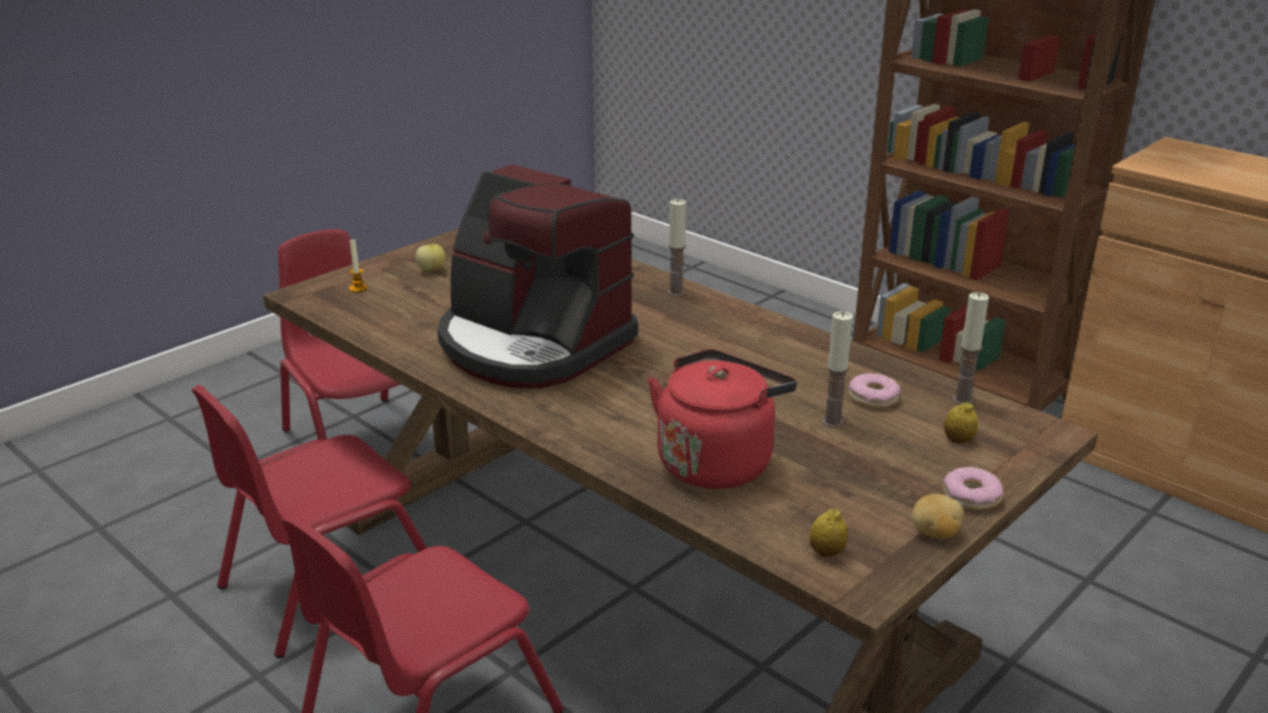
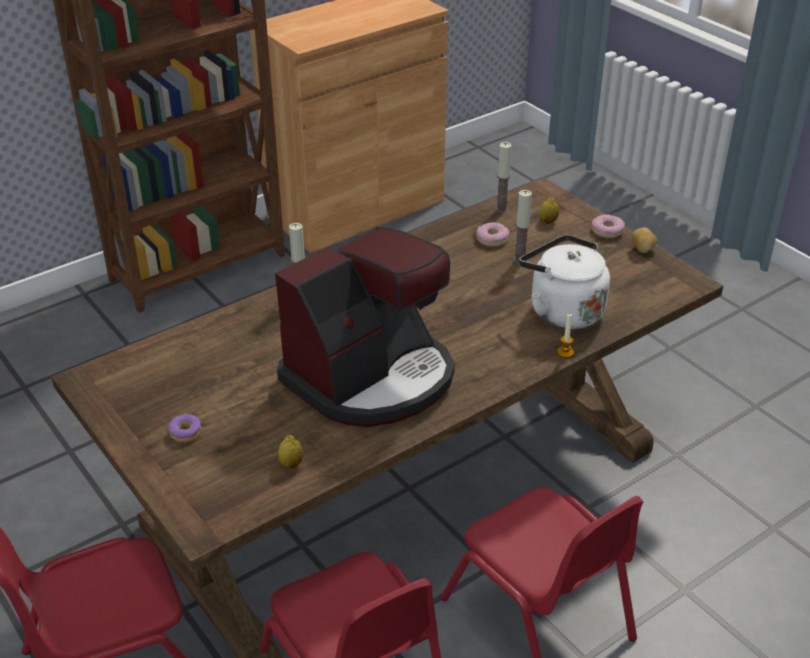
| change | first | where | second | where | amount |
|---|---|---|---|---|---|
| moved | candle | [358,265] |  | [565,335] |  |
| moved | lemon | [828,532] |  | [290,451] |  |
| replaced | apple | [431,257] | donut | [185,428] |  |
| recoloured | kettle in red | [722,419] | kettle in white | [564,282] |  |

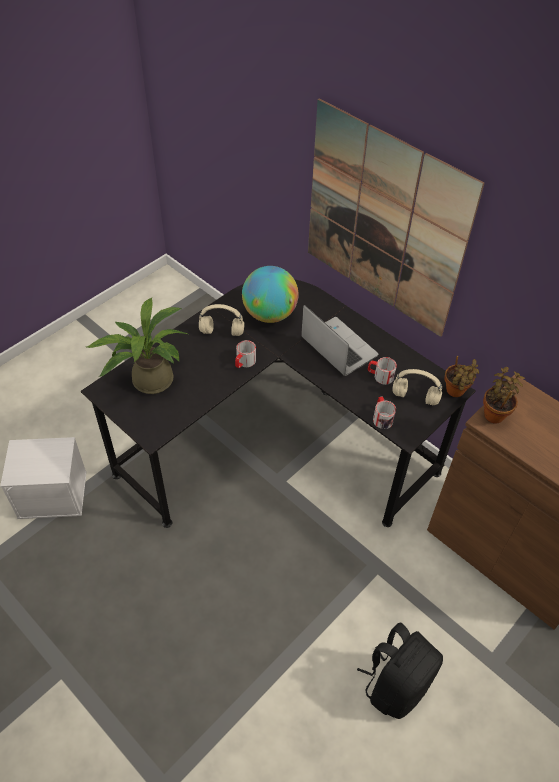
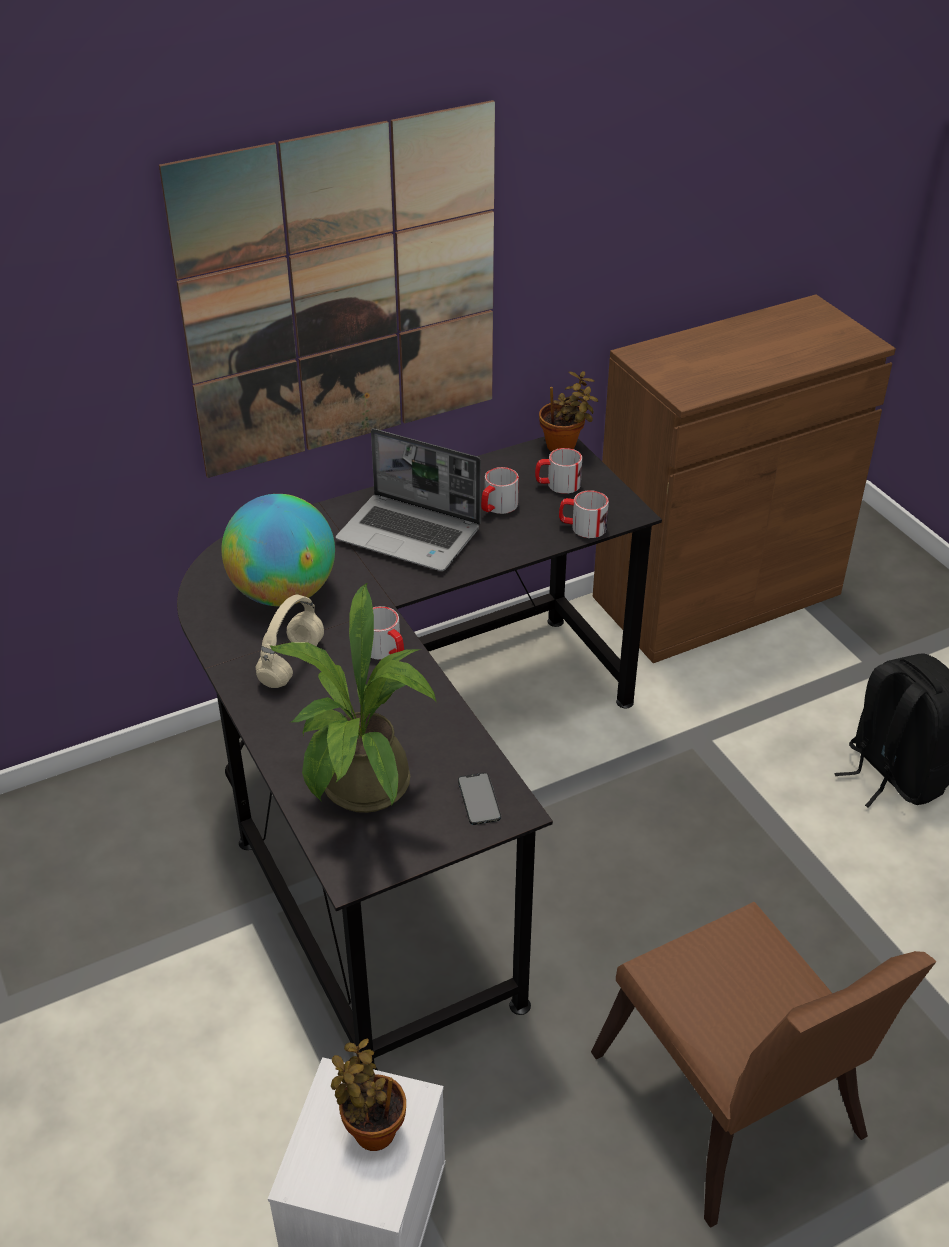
| change | first | where | second | where | amount |
|---|---|---|---|---|---|
| added |  |  | phone | [479,798] |  |
| added |  |  | chair in brown | [763,1065] |  |
| moved | potted plant | [504,395] |  | [368,1095] |  |
| replaced | headphones in beige | [417,387] | mug | [558,471] |  |
| turned | laptop | [340,340] |  | [408,500] | 135 degrees counterclockwise |

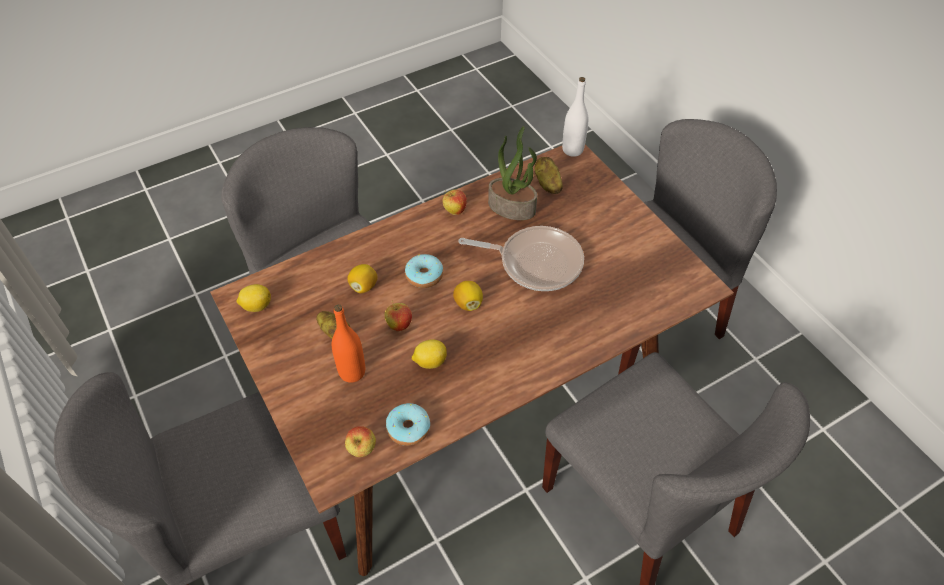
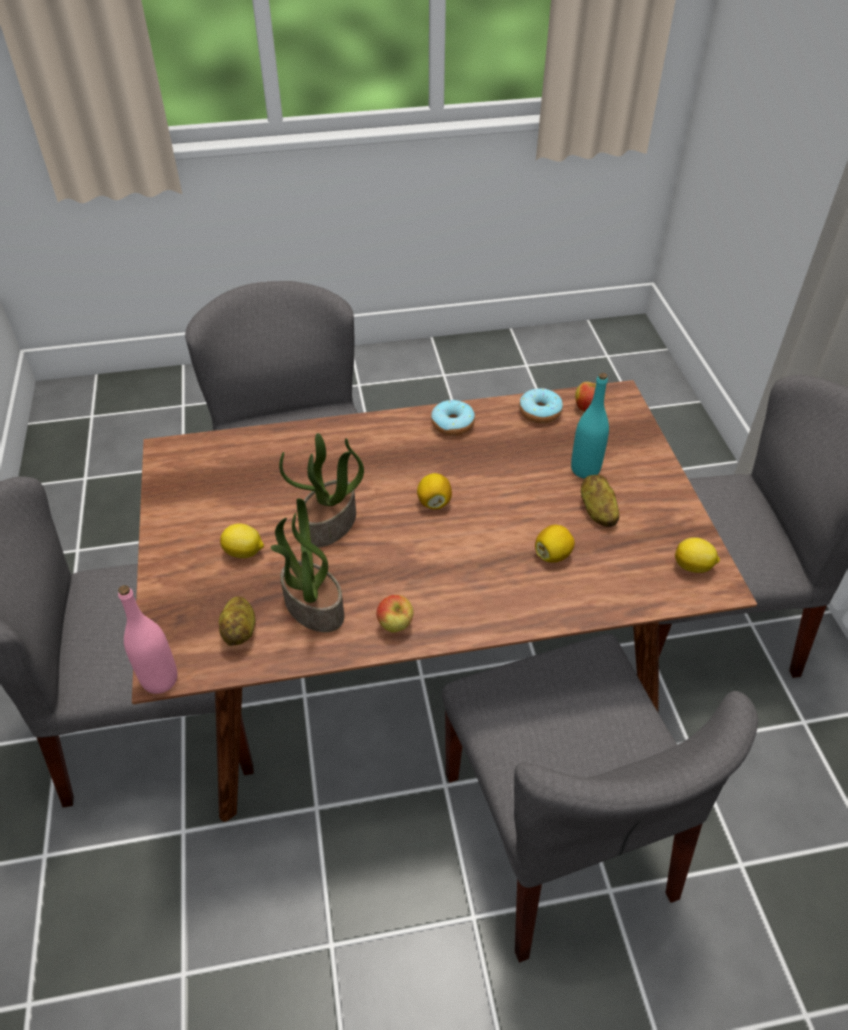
| change | first | where | second | where | amount |
|---|---|---|---|---|---|
| removed | apple | [398,316] |  |  |  |
| moved | donut | [424,271] |  | [453,418] |  |
| moved | lemon | [429,354] |  | [242,540] |  |
| replaced | frying pan | [521,258] | potted plant | [321,490] |  |
| recoloured | bottle in orange | [348,343] | bottle in turquoise | [590,426] |  |
| recoloured | bottle in white | [575,117] | bottle in pink | [148,639] |  |

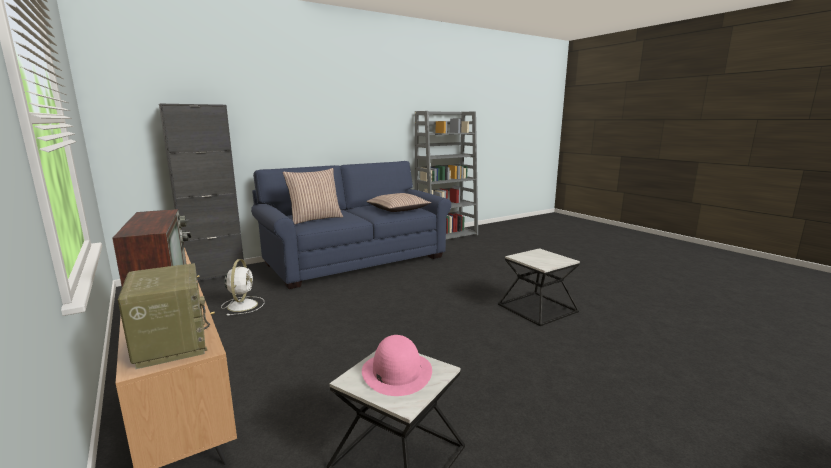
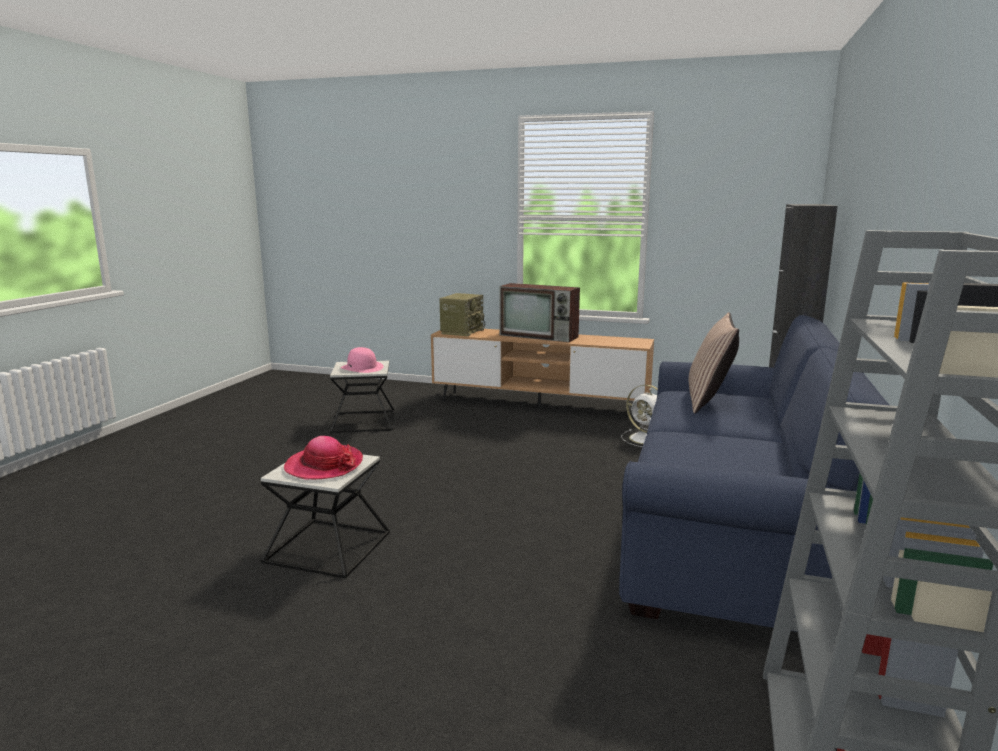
| change | first | where | second | where | amount |
|---|---|---|---|---|---|
| removed | pillow | [398,202] |  |  |  |
| added |  |  | hat | [323,458] |  |
| turned | radio | [164,316] |  | [462,314] | 90 degrees counterclockwise |

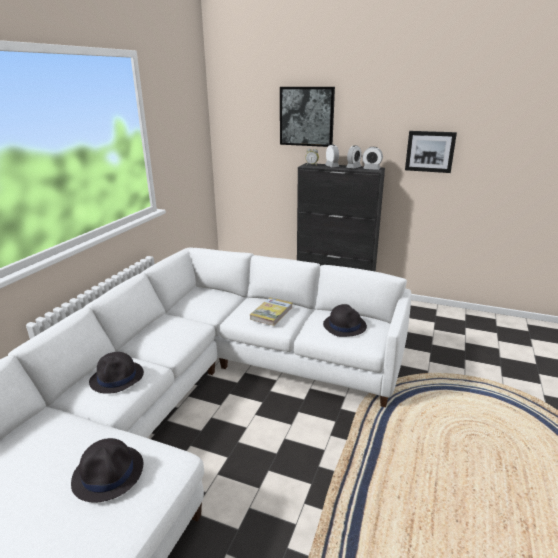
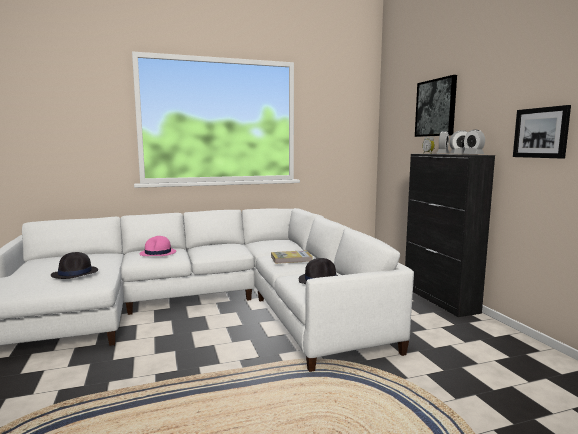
| change | first | where | second | where | amount |
|---|---|---|---|---|---|
| recoloured | hat in black | [116,373] | hat in pink | [157,246] |  |

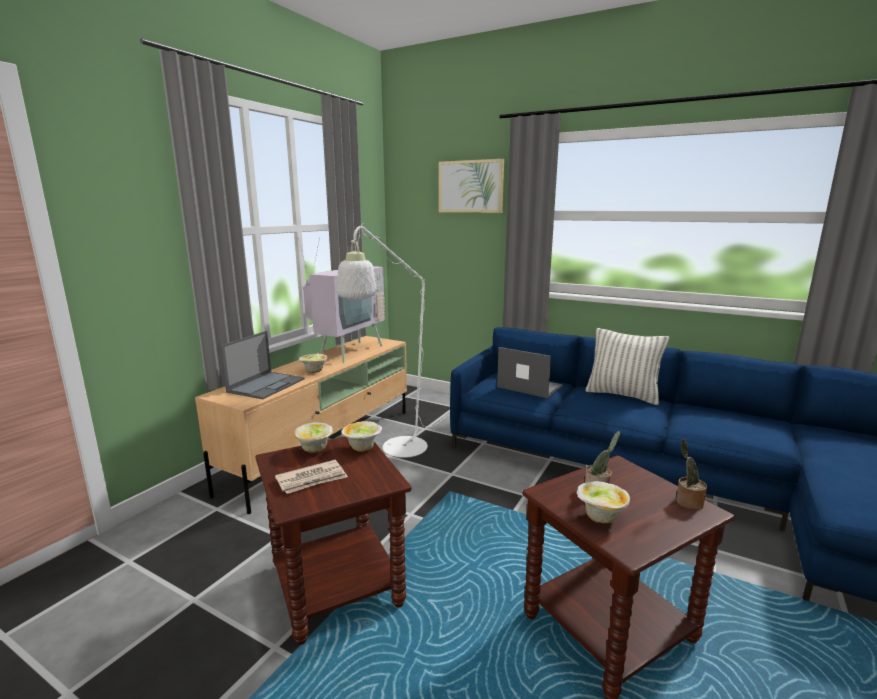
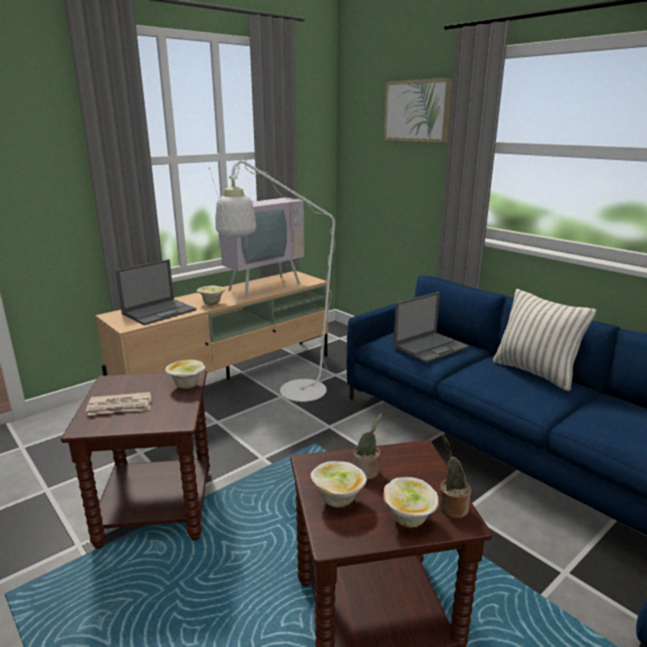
| change | first | where | second | where | amount |
|---|---|---|---|---|---|
| moved | bowl | [314,437] |  | [411,502] |  |
| turned | laptop | [530,372] |  | [431,327] | 90 degrees clockwise |

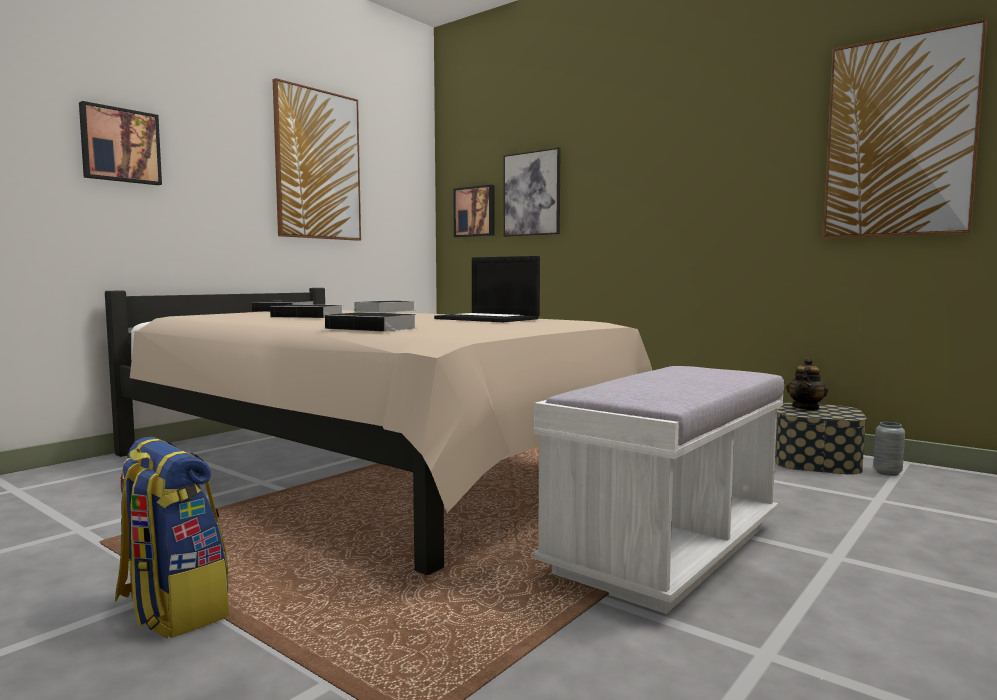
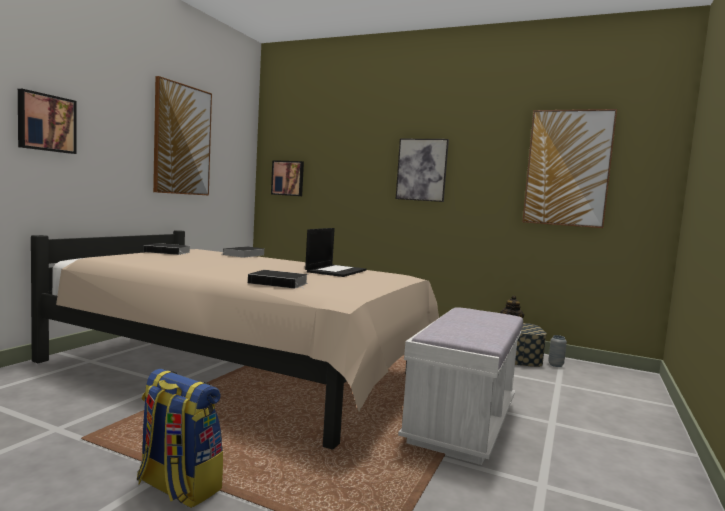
| change | first | where | second | where | amount |
|---|---|---|---|---|---|
| removed | book | [306,311] |  |  |  |
| moved | picture | [532,192] |  | [422,170] |  |
| turned | laptop | [487,289] |  | [335,252] | 90 degrees counterclockwise |

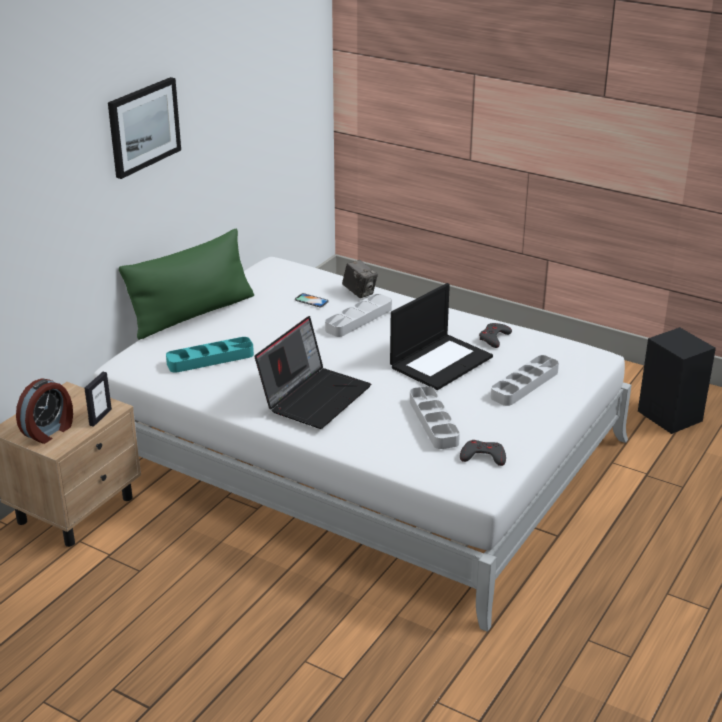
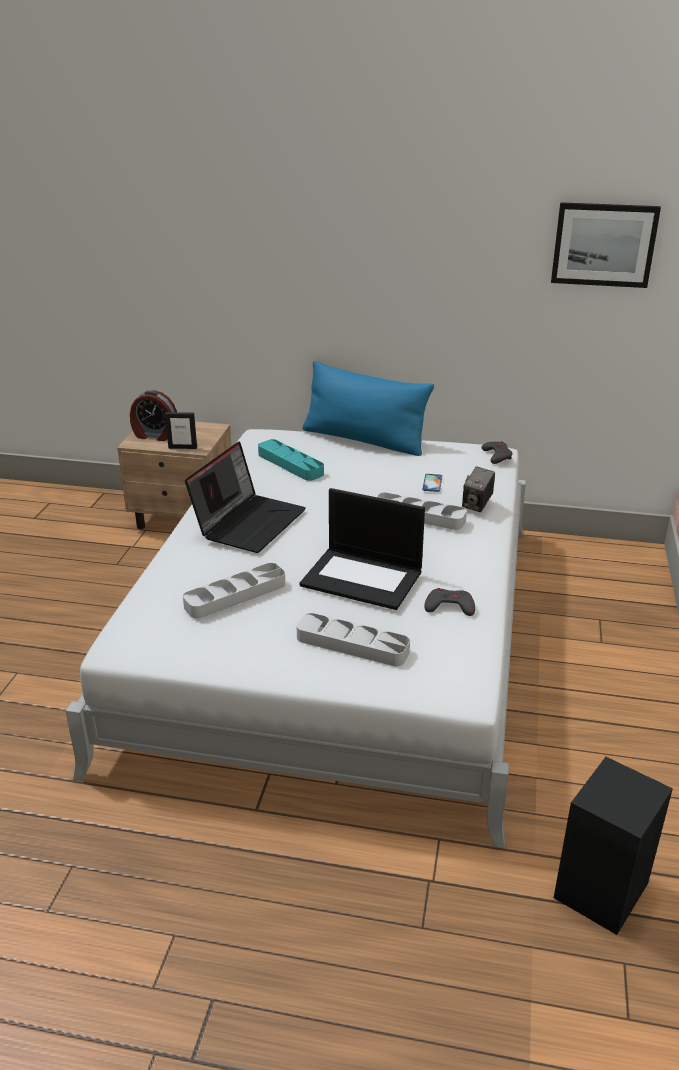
| change | first | where | second | where | amount |
|---|---|---|---|---|---|
| moved | picture | [144,128] |  | [606,245] |  |
| moved | game controller in grey | [483,453] |  | [497,452] |  |
| recoloured | pillow in green | [186,284] | pillow in blue | [368,408] |  |
| turned | laptop | [313,372] |  | [245,497] | 75 degrees counterclockwise |

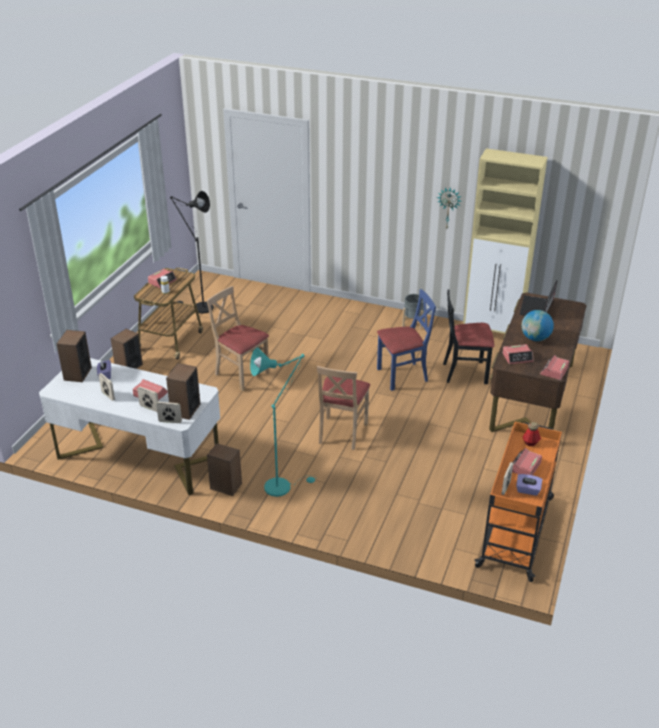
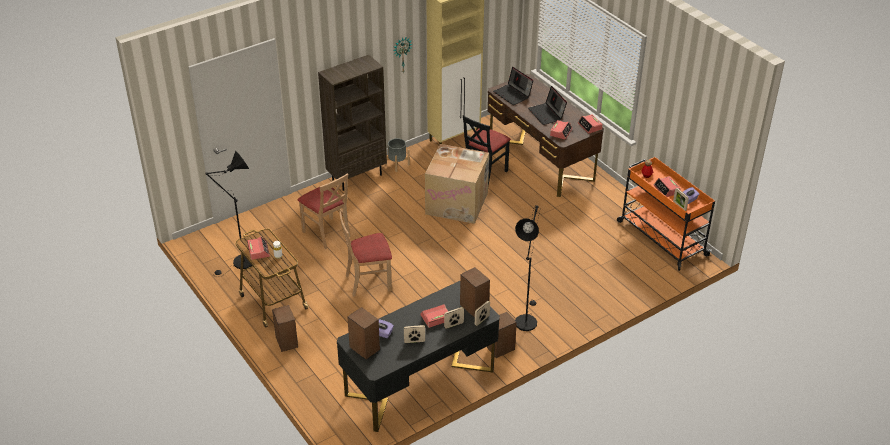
| change | first | where | second | where | amount |
|---|---|---|---|---|---|
| added |  |  | bookcase in brown | [352,123] |  |
| moved | chair in beige | [343,408] |  | [324,211] |  |
| replaced | chair in blue | [406,340] | cardboard box | [457,184] |  |
| replaced | globe | [537,325] | laptop | [547,105] |  |
| recoloured | desk in white | [129,426] | desk in black | [418,356] |  |
| recoloured | floor lamp in turquoise | [283,422] | floor lamp in black | [527,268] |  |

